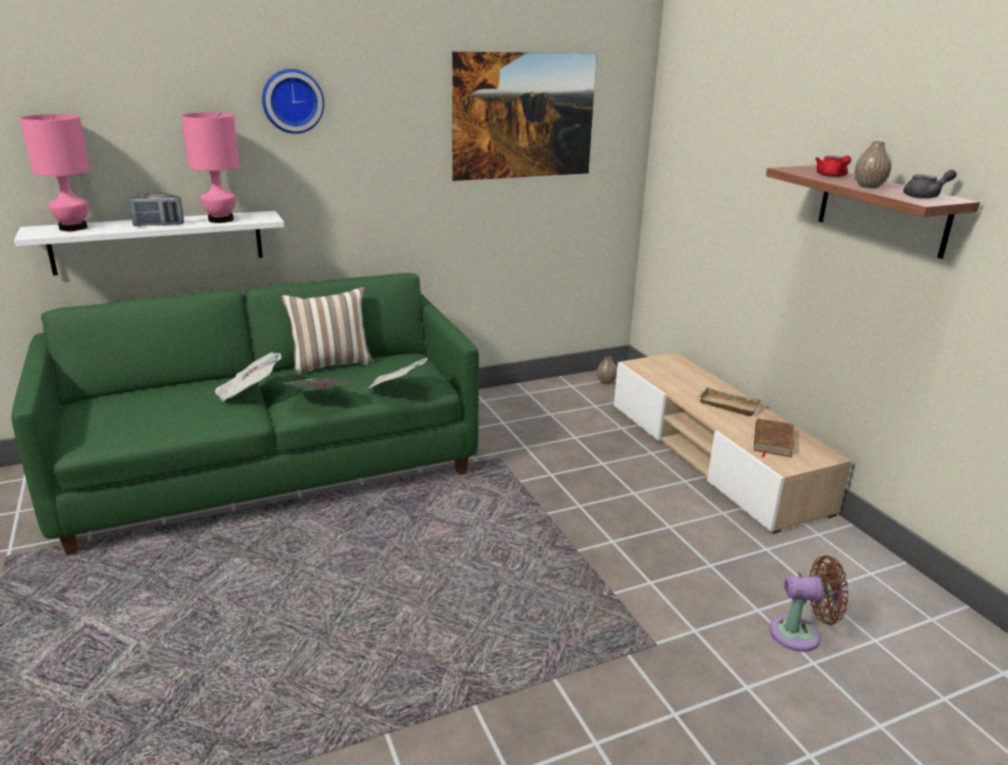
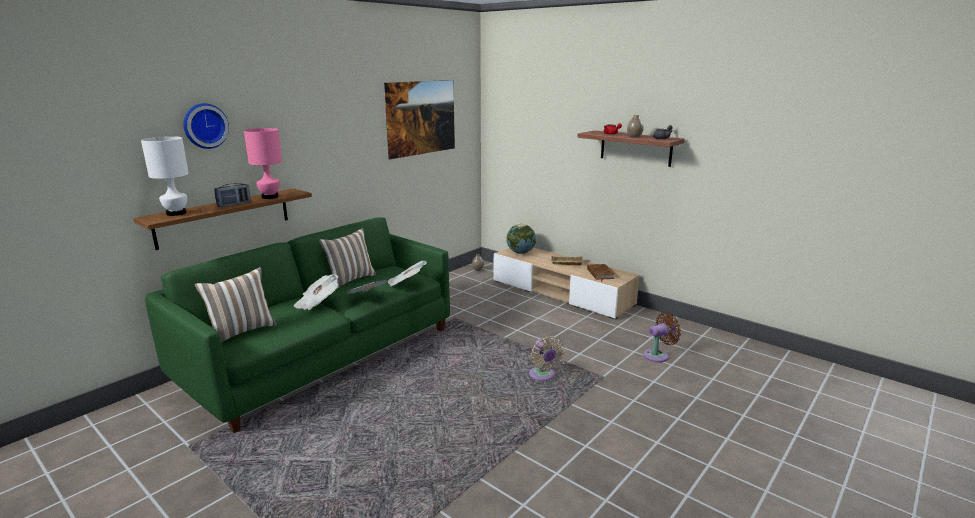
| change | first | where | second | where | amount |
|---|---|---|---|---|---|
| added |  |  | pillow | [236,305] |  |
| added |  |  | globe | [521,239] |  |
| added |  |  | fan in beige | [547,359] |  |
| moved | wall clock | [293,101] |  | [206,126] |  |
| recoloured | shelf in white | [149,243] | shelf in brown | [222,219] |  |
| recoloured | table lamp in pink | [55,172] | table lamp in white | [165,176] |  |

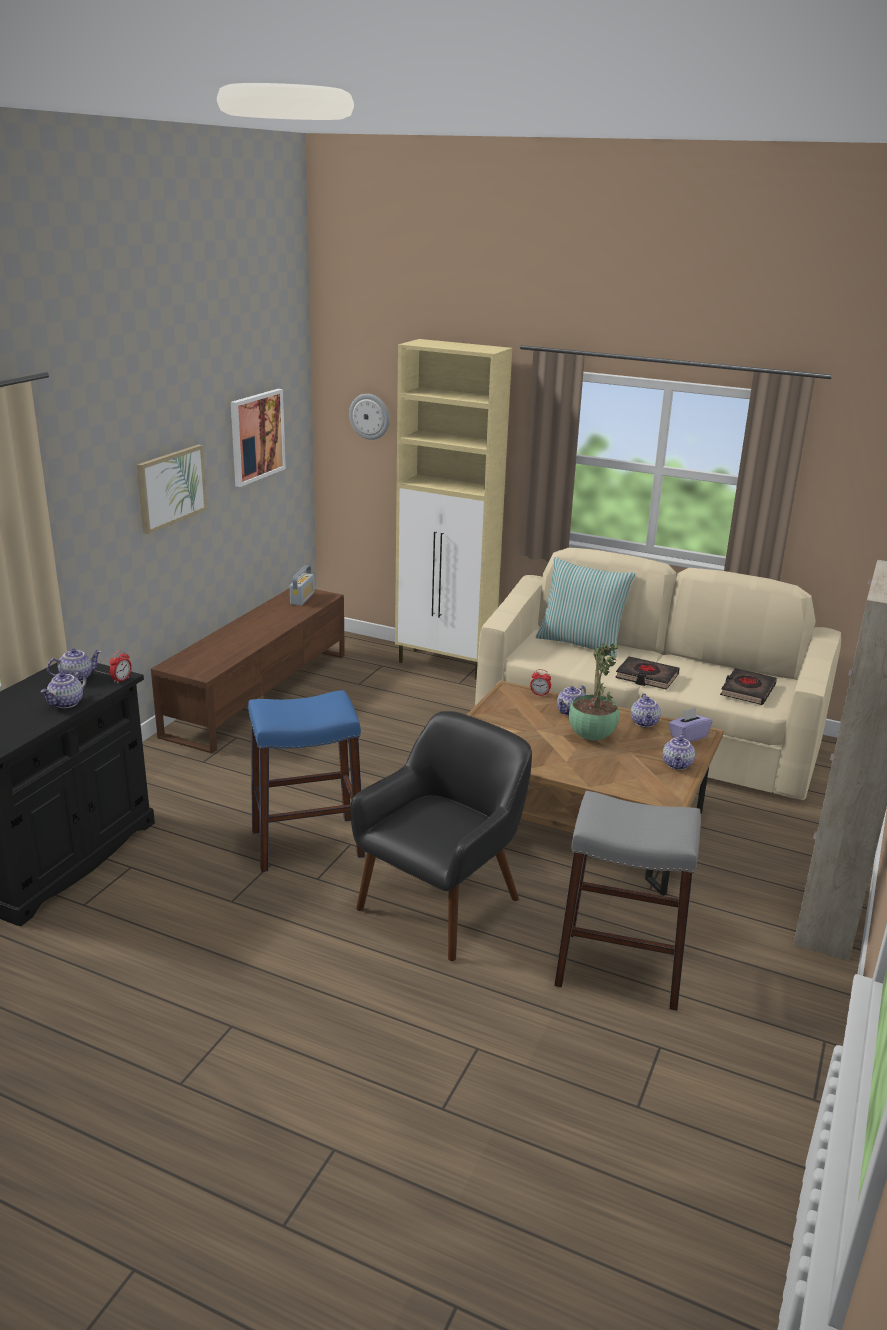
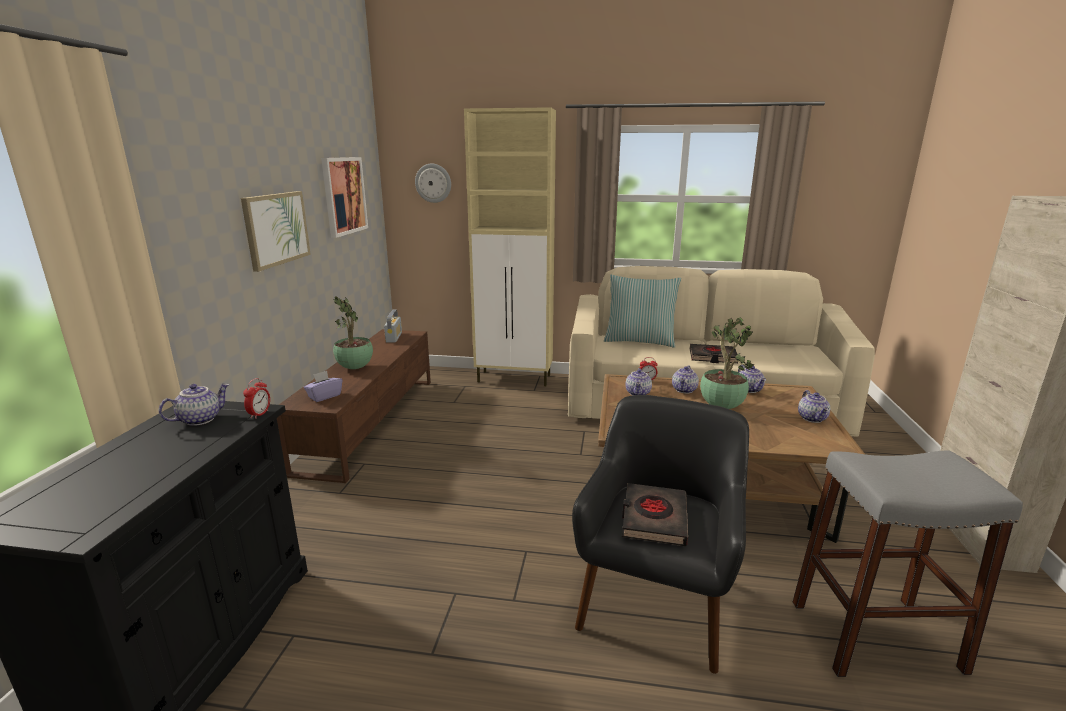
| change | first | where | second | where | amount |
|---|---|---|---|---|---|
| removed | stool in blue | [306,781] |  |  |  |
| added |  |  | potted plant | [353,332] |  |
| moved | teapot | [63,689] |  | [638,381] |  |
| moved | tissue box in purple | [690,725] |  | [323,386] |  |
| moved | book in black | [748,686] |  | [655,514] |  |

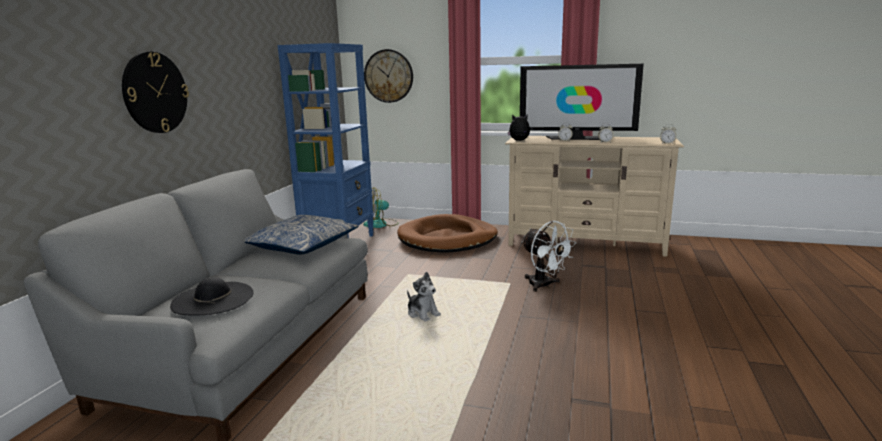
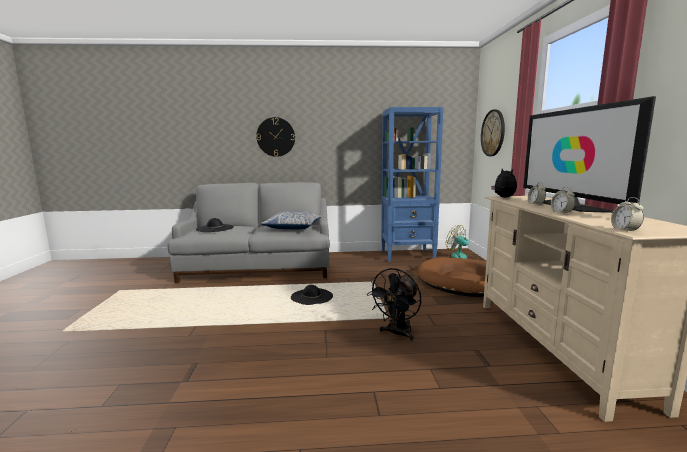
| change | first | where | second | where | amount |
|---|---|---|---|---|---|
| replaced | plush toy | [424,296] | hat in black | [312,295] |  |
| recoloured | fan in white | [549,256] | fan in black | [394,304] |  |

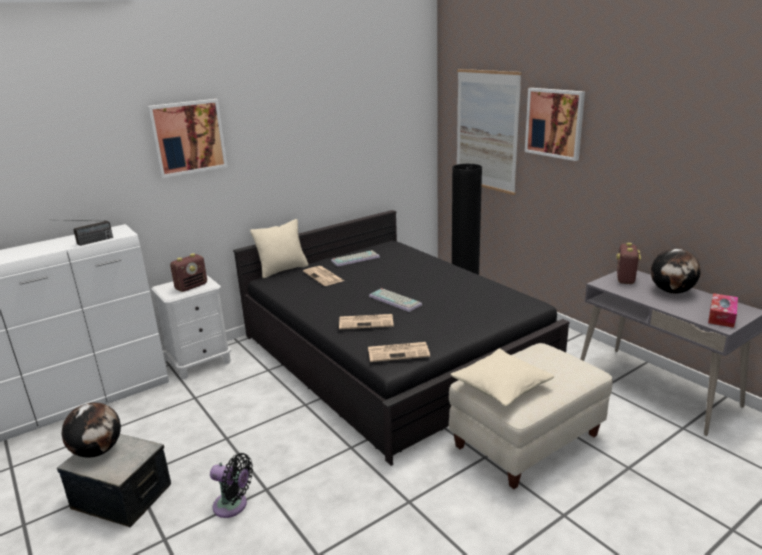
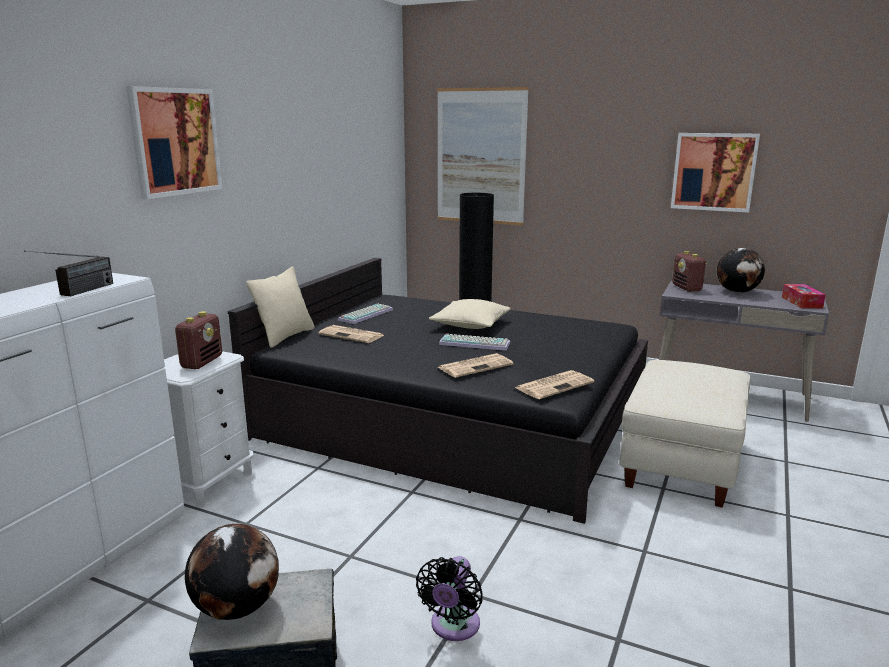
| change | first | where | second | where | amount |
|---|---|---|---|---|---|
| moved | pillow in beige | [502,377] |  | [469,314] |  |
| moved | picture | [555,124] |  | [715,173] |  |
| turned | fan in black | [231,485] |  | [449,598] | 120 degrees clockwise |

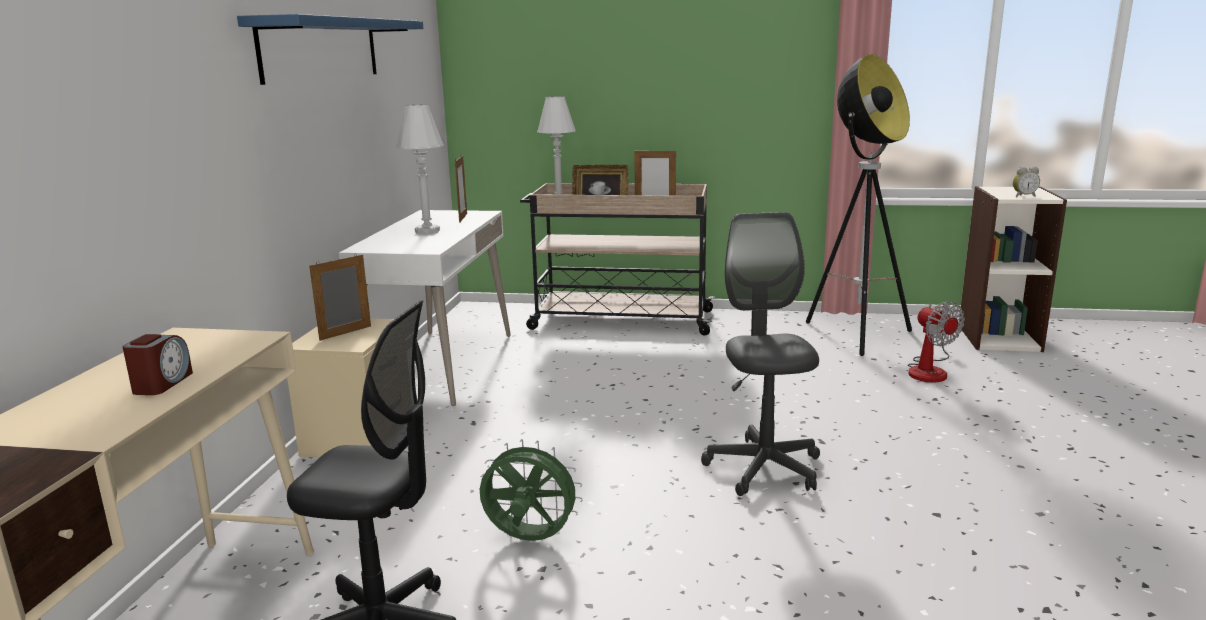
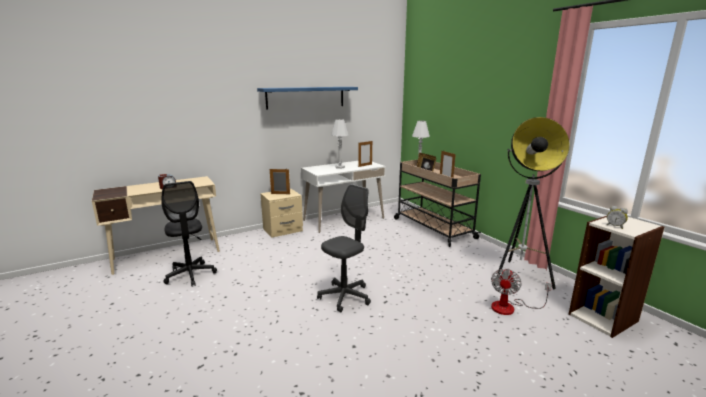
| change | first | where | second | where | amount |
|---|---|---|---|---|---|
| removed | fan in green | [531,490] |  |  |  |

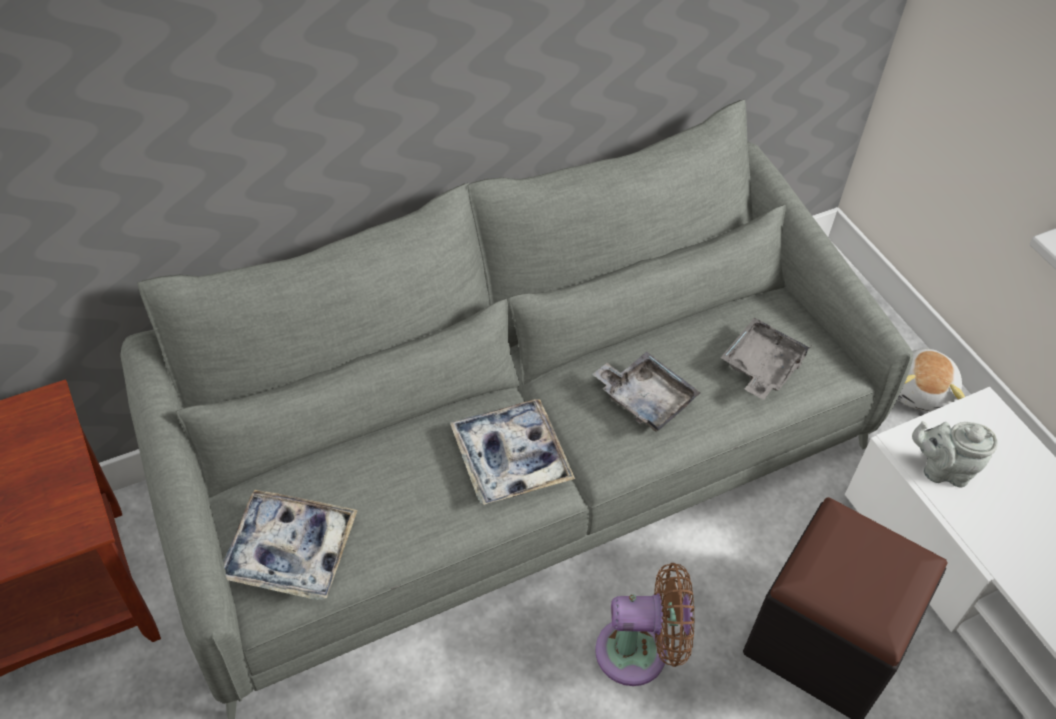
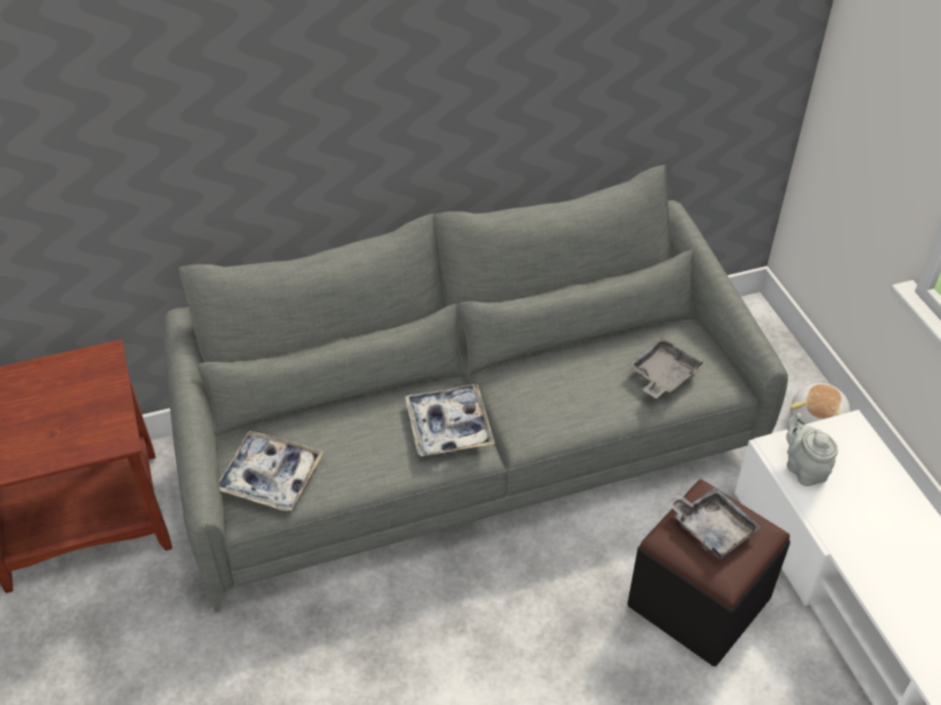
| change | first | where | second | where | amount |
|---|---|---|---|---|---|
| removed | fan in brown | [645,624] |  |  |  |
| moved | tray in grey | [646,392] |  | [714,522] |  |
| turned | teapot in grey | [955,454] |  | [812,449] | 45 degrees clockwise |

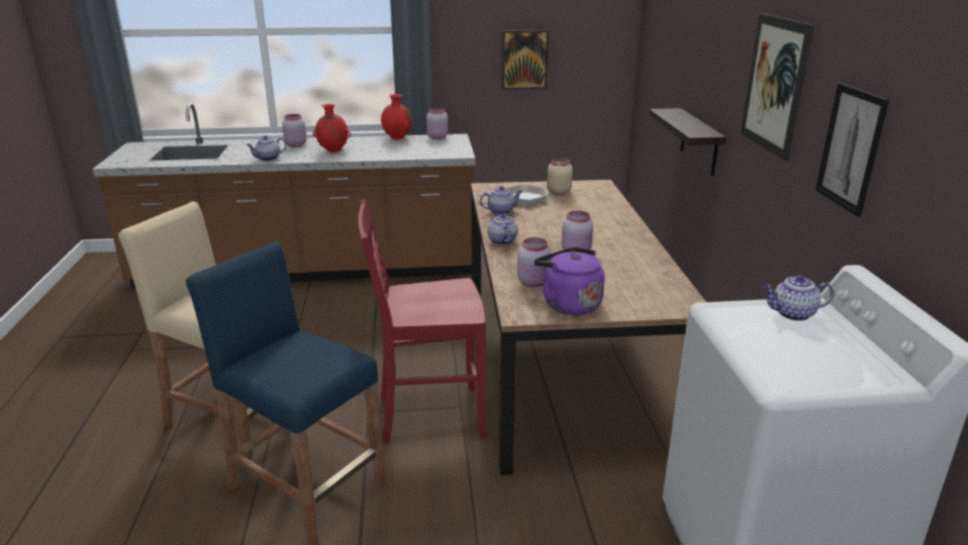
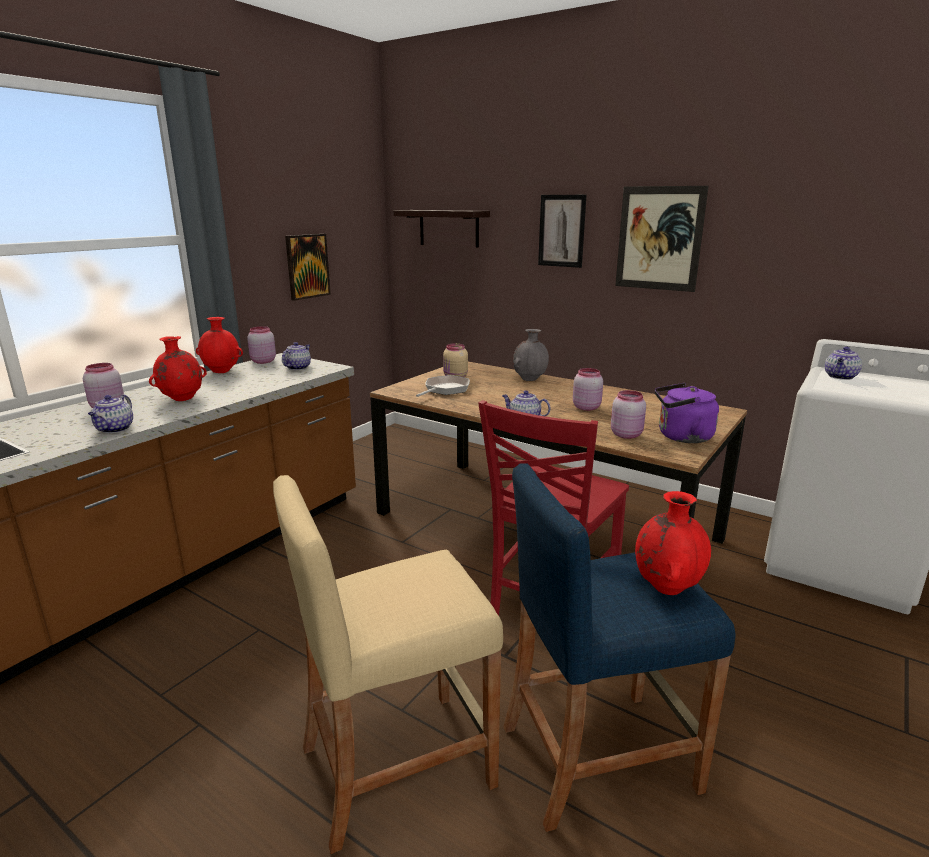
| change | first | where | second | where | amount |
|---|---|---|---|---|---|
| added |  |  | vase in grey | [531,355] |  |
| added |  |  | vase in red | [673,543] |  |
| moved | teapot | [501,200] |  | [296,356] |  |
| moved | shelf | [687,142] |  | [441,228] |  |
| moved | picture | [852,150] |  | [562,231] |  |

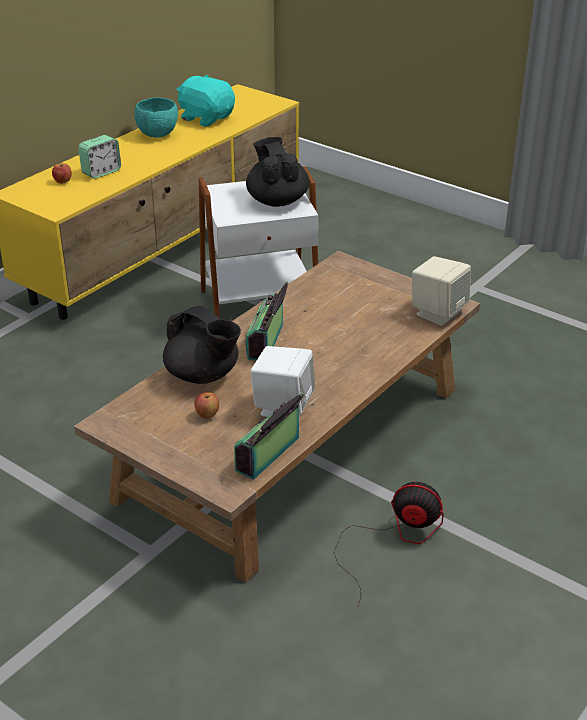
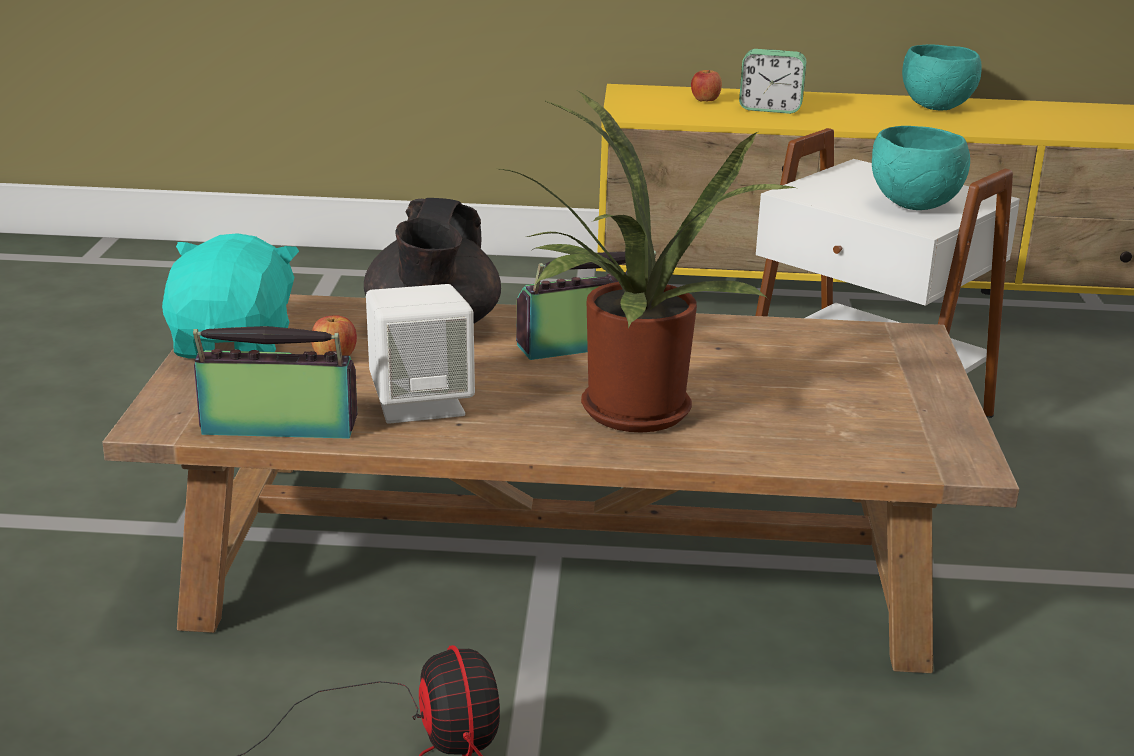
| change | first | where | second | where | amount |
|---|---|---|---|---|---|
| removed | speaker in beige | [441,291] |  |  |  |
| added |  |  | potted plant | [645,262] |  |
| moved | plush toy in turquoise | [206,100] |  | [230,296] |  |
| replaced | teapot in black | [278,172] | bowl in turquoise | [921,168] |  |

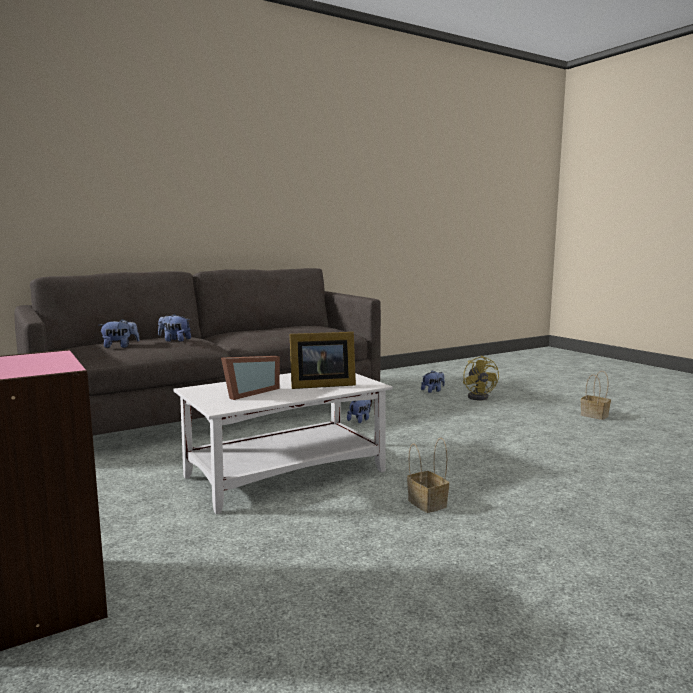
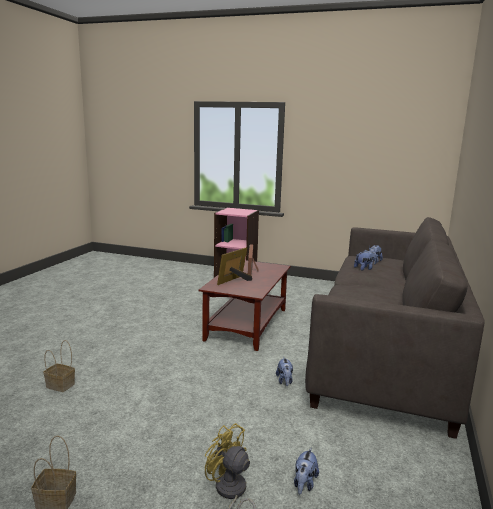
| change | first | where | second | where | amount |
|---|---|---|---|---|---|
| moved | basket | [428,475] |  | [59,366] |  |
| recoloured | coffee table in white | [283,443] | coffee table in brown | [245,305] |  |

